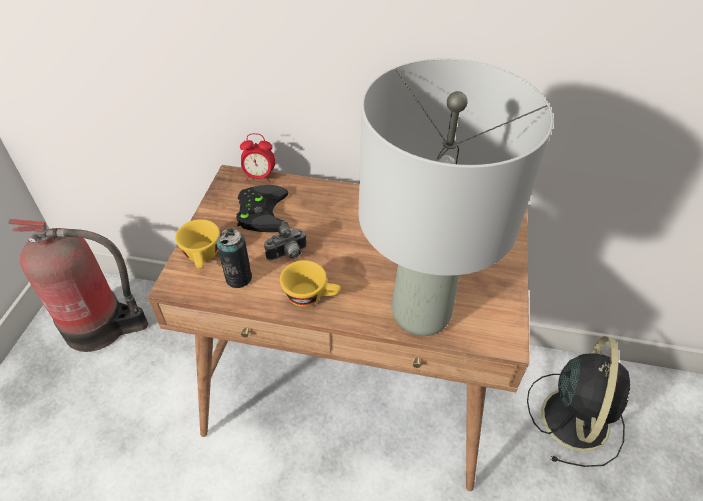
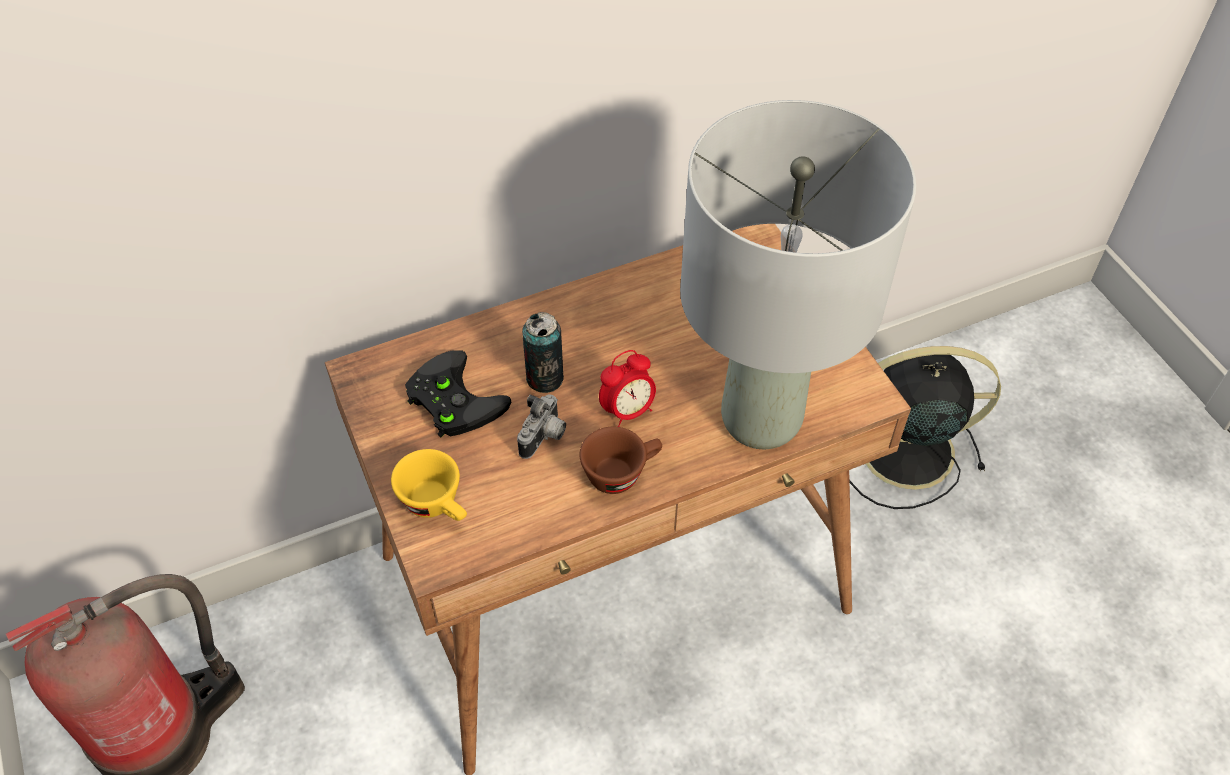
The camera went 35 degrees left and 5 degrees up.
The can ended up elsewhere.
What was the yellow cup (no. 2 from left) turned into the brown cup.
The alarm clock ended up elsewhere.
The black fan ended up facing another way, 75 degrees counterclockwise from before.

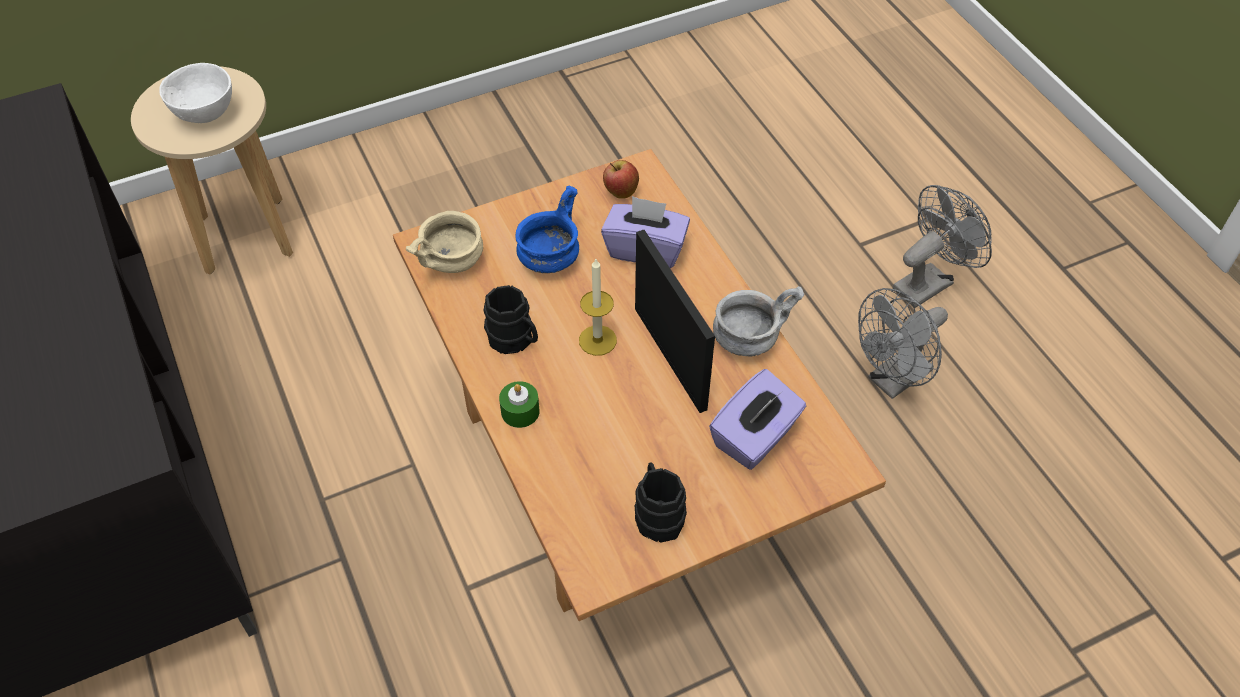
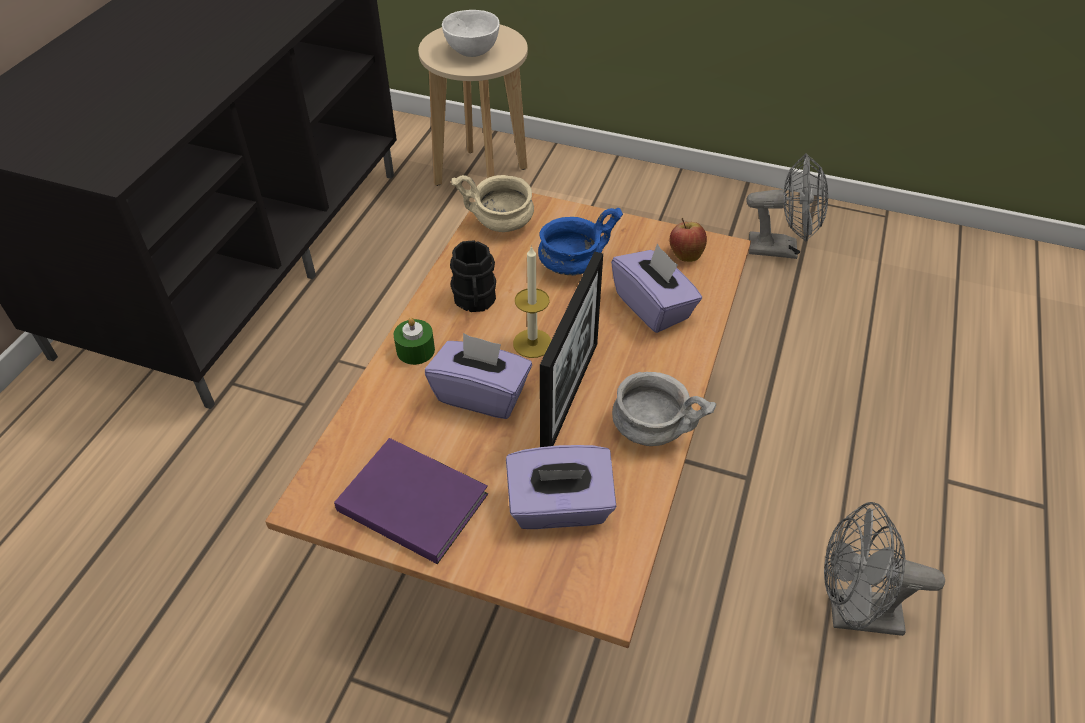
The camera went 45 degrees right and 5 degrees down.
Where the black mug (no. 2 from left) stood, the purple book came to stand.
The second view gained the purple tissue box (no. 1 from left).
The grey fan (no. 2 from left in the first image) ended up elsewhere.

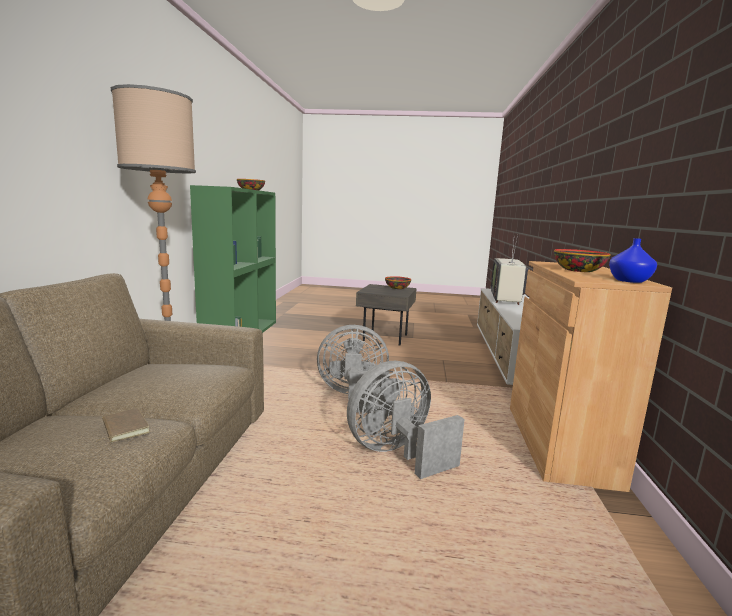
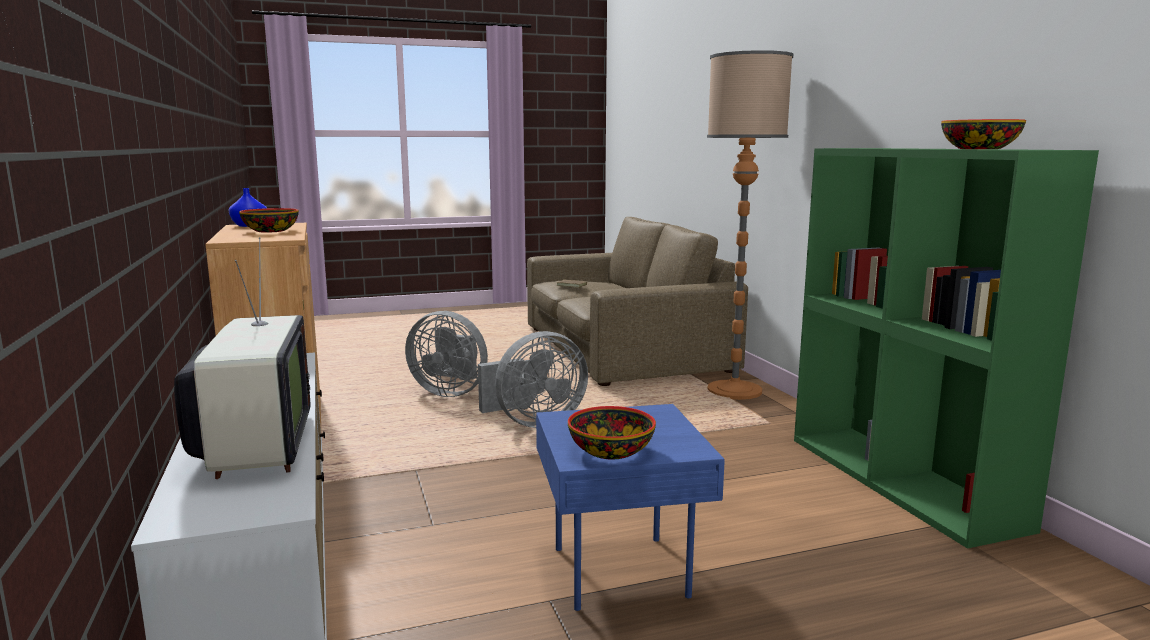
The camera went 155 degrees right and 0 degrees up.
The grey fan (no. 2 from left in the first image) ended up facing another way, 75 degrees clockwise from before.
What was the grey side table turned into the blue side table.

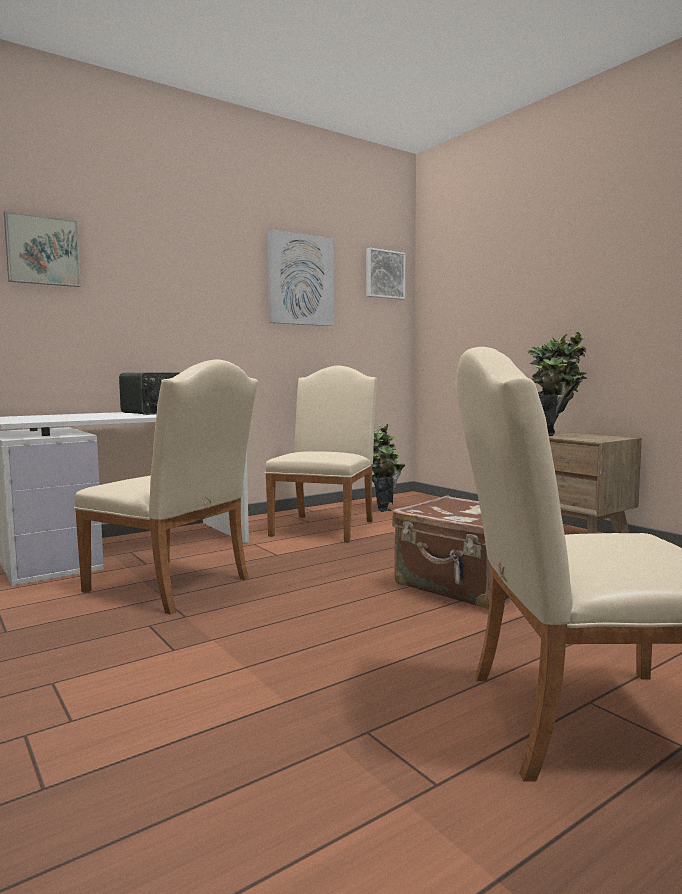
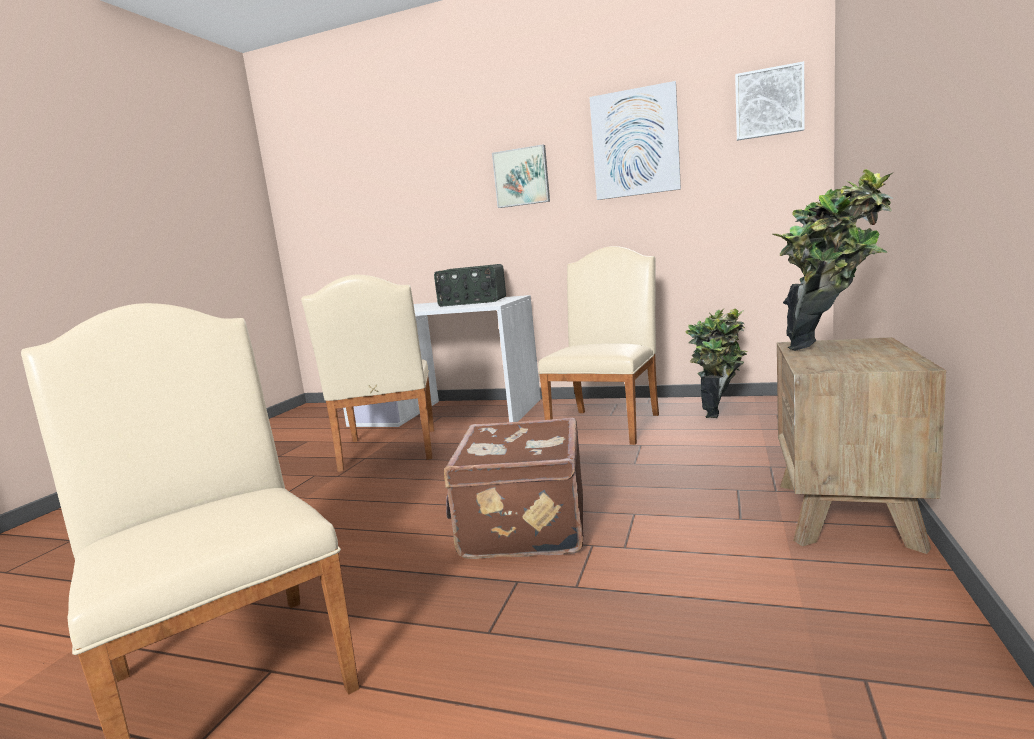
The camera went 55 degrees right and 5 degrees up.
The picture (no. 1 from left) ended up elsewhere.
The beige chair (no. 2 from left in the first image) ended up facing another way, 45 degrees counterclockwise from before.

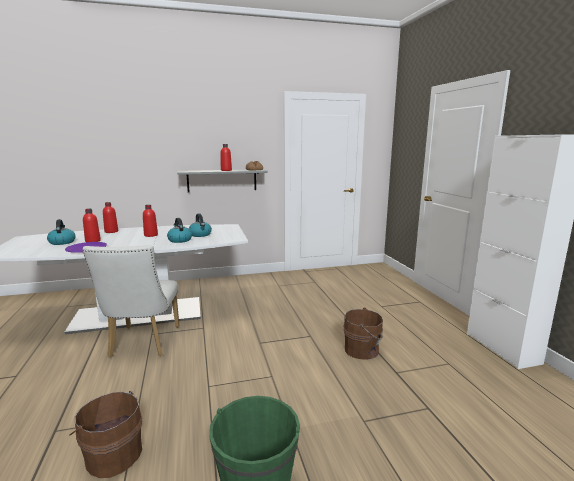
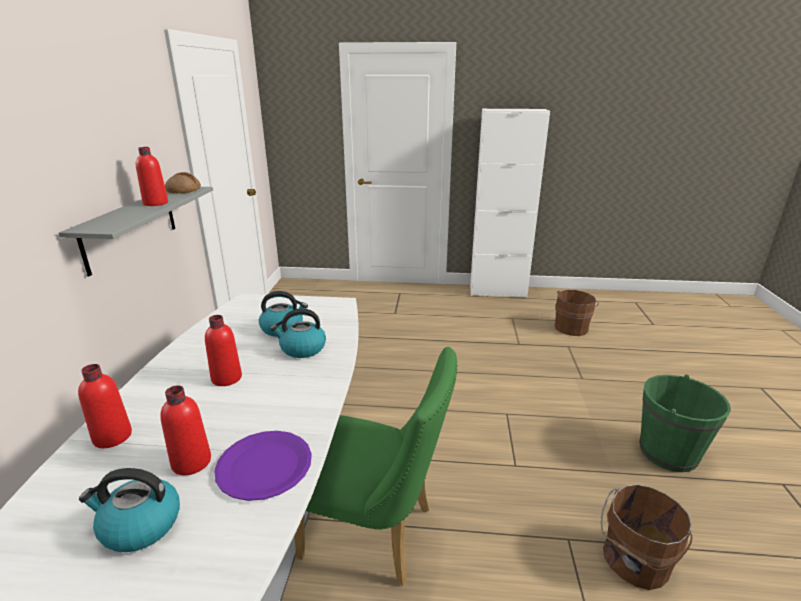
The camera went 70 degrees left and 10 degrees up.
What was the white chair turned into the green chair.
The brown bucket (no. 2 from left in the first image) ended up elsewhere.

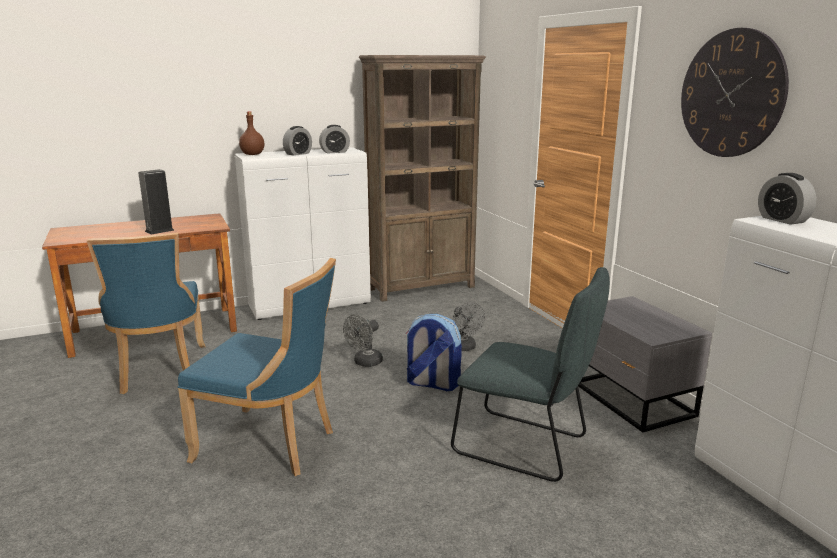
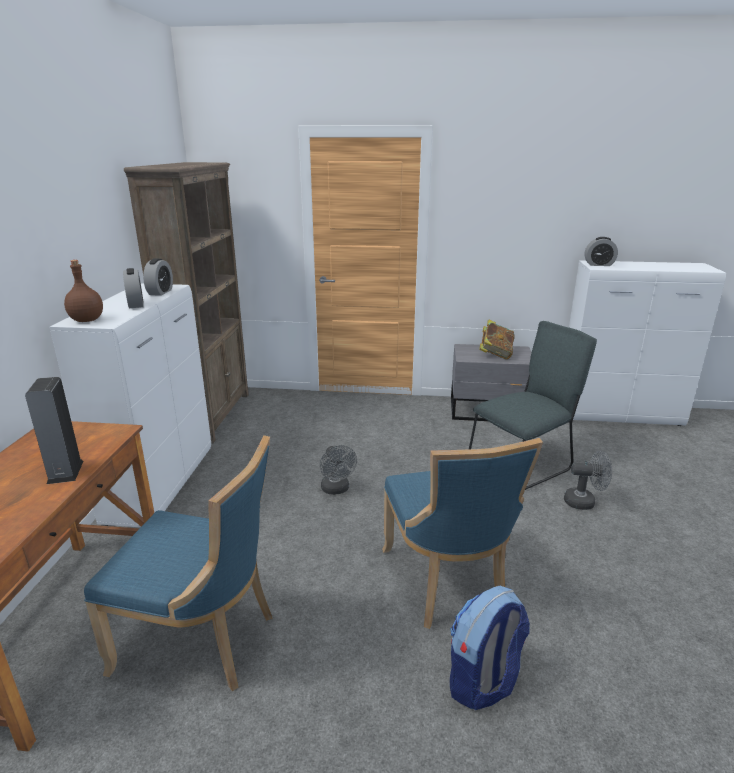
The camera went 60 degrees left and 5 degrees up.
The blue chair (no. 2 from left) ended up facing another way, 120 degrees clockwise from before.
The backpack ended up elsewhere.
The second view gained the book.
The grey fan (no. 2 from left) ended up elsewhere.
The second view lost the wall clock.

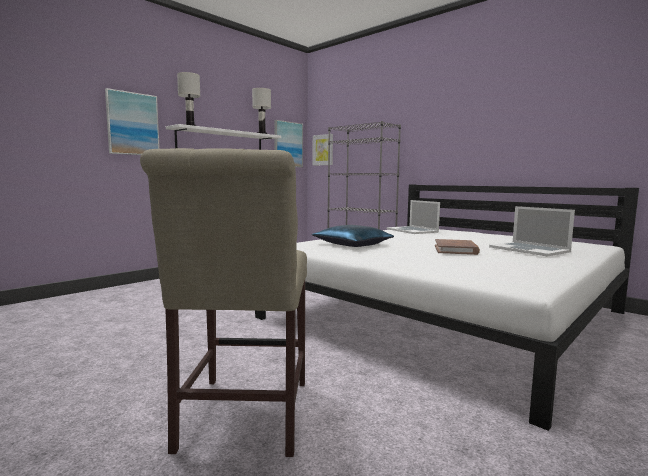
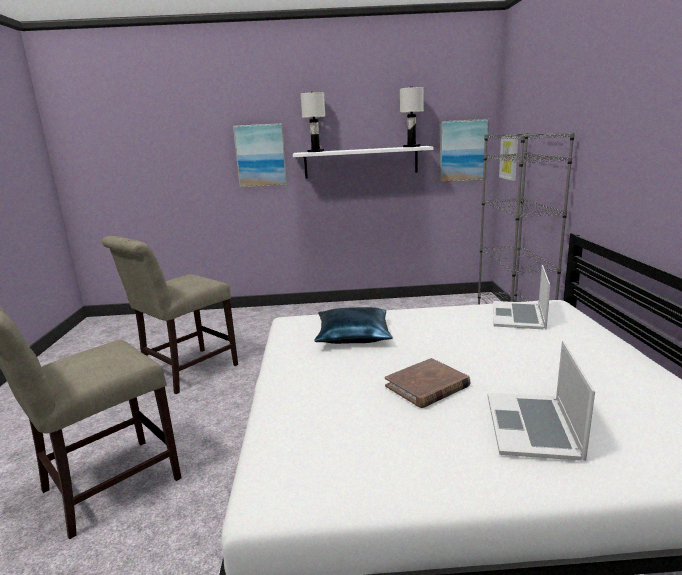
The camera went 45 degrees right and 10 degrees up.
The second view gained the beige chair (no. 2 from left).

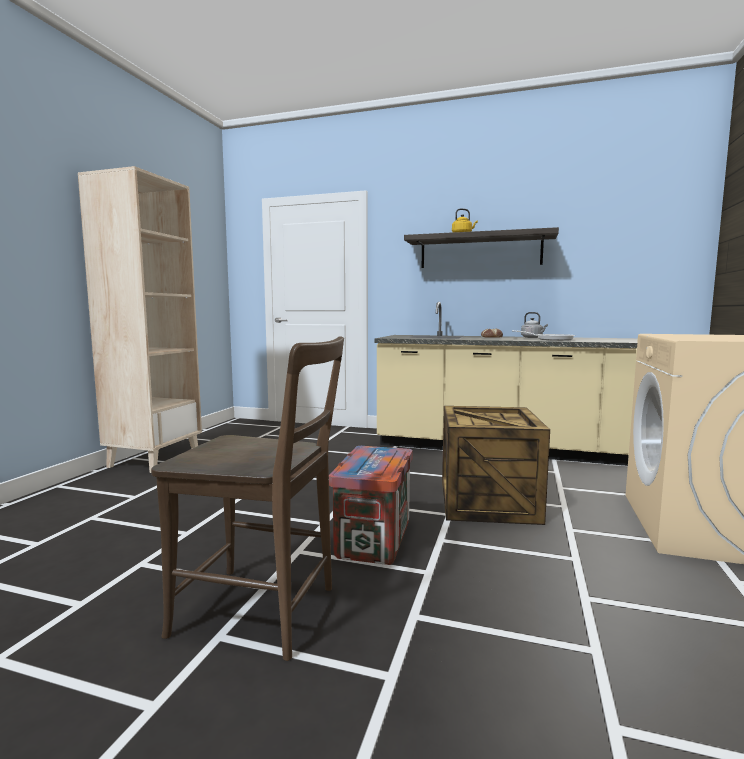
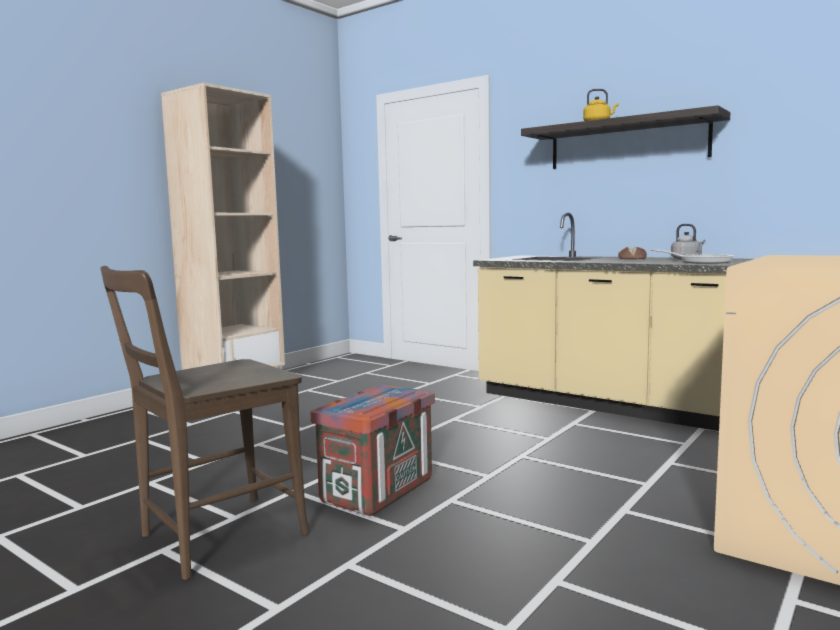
The camera went 20 degrees right and 0 degrees up.
The brown chair ended up facing another way, 105 degrees clockwise from before.
The second view lost the crate (no. 2 from left).

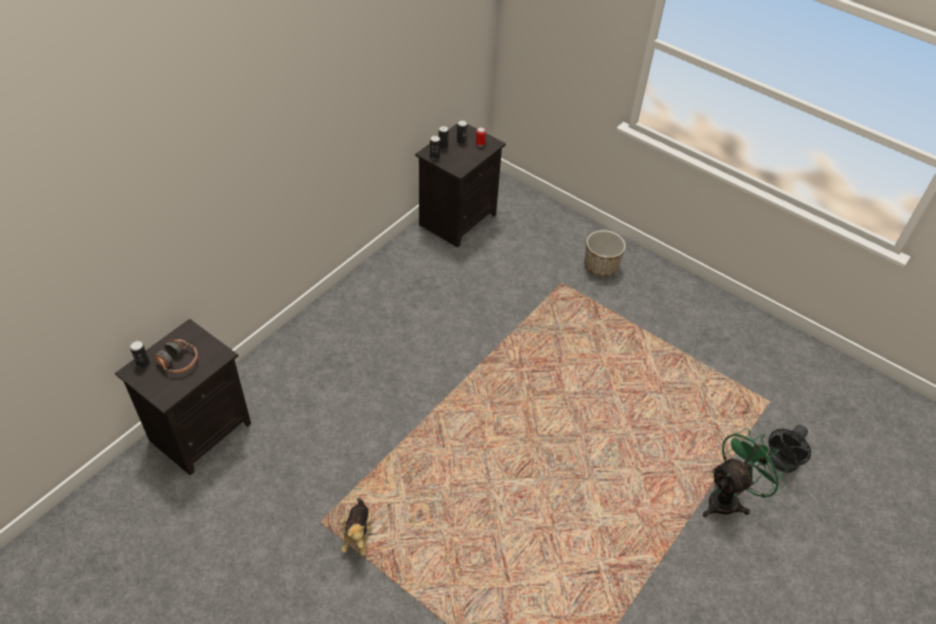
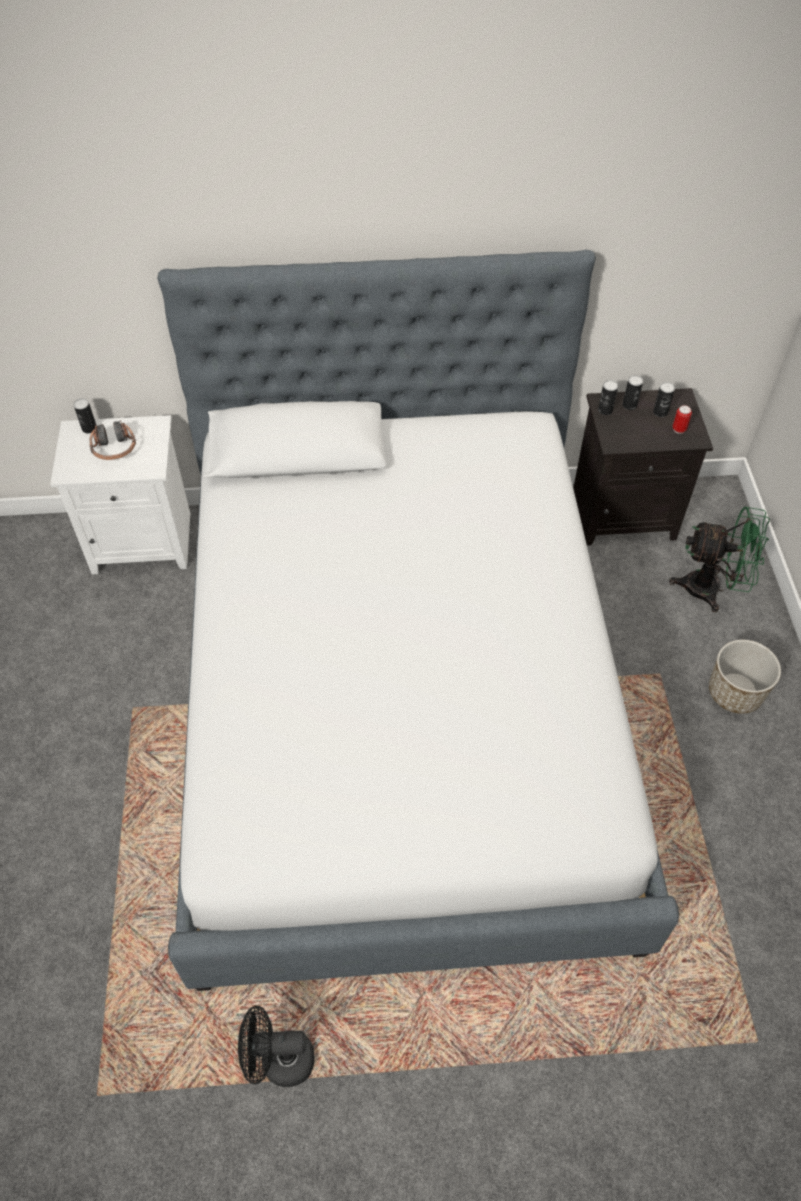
The camera went 50 degrees right and 5 degrees up.
What was the black nightstand (no. 1 from left) turned into the white nightstand.
The second view gained the bed.
The black fan ended up elsewhere.
The green fan ended up elsewhere.
The second view lost the plush toy.

